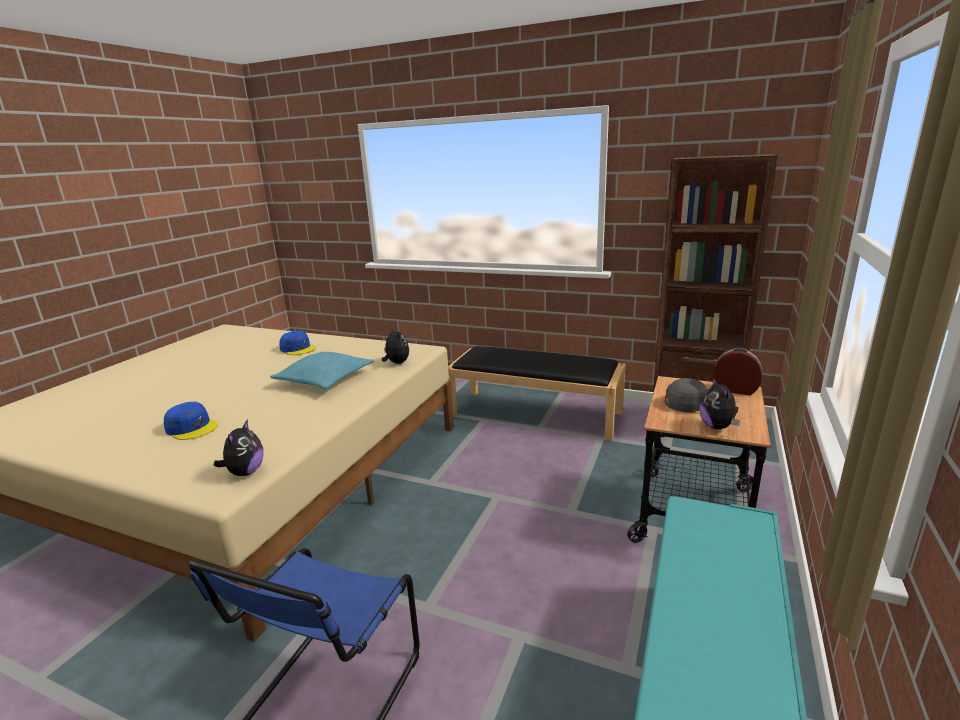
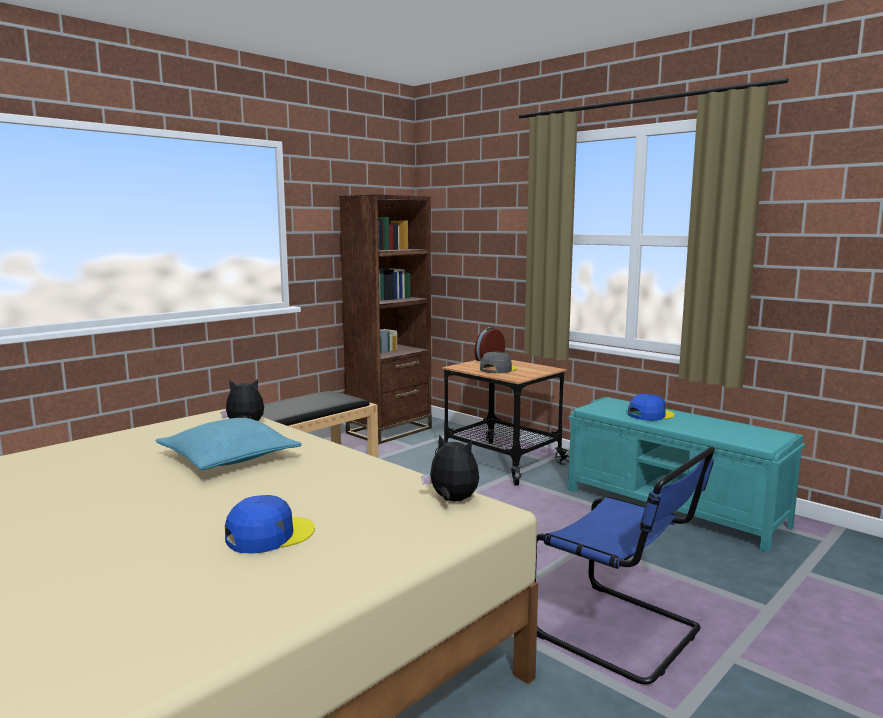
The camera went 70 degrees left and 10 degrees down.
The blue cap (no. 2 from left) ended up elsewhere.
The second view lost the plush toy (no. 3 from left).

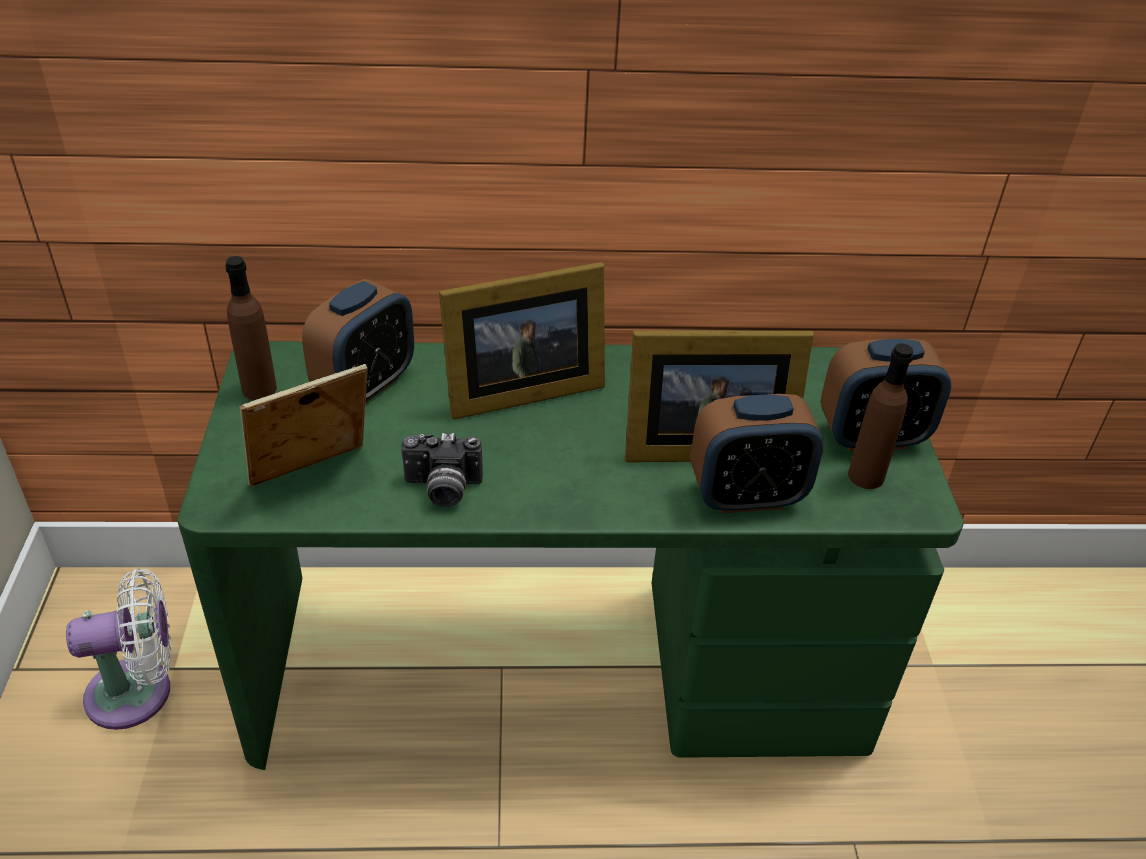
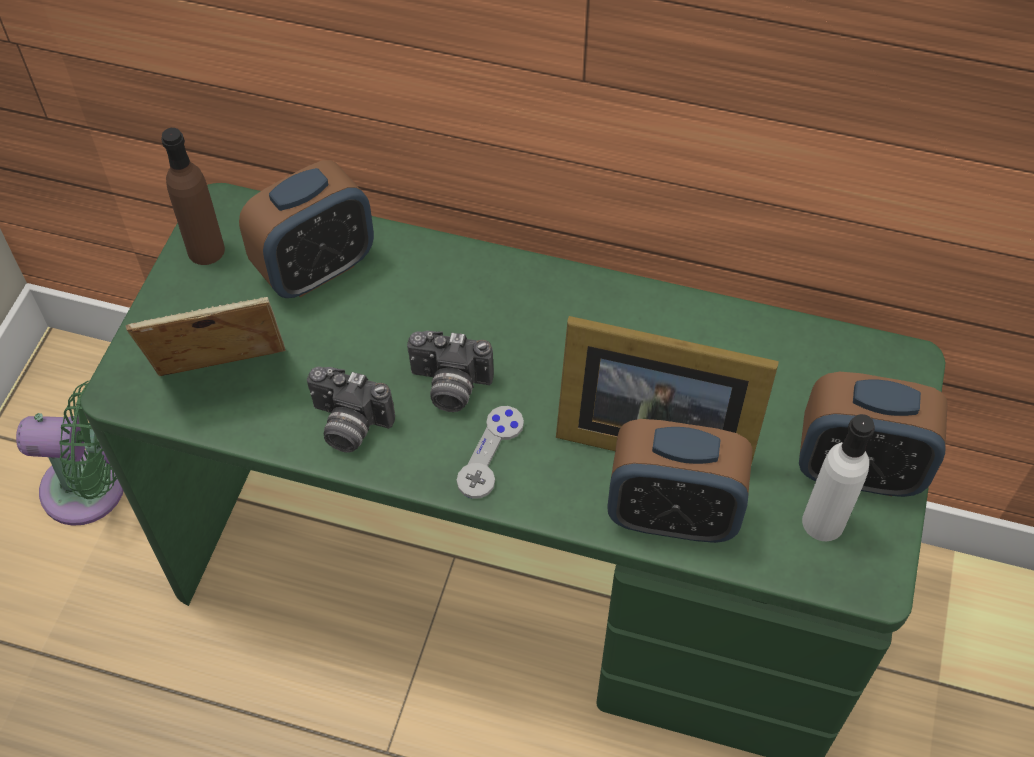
The camera went 20 degrees right and 15 degrees up.
What was the white fan turned into the green fan.
The second view gained the photo camera (no. 2 from left).
The second view gained the grey game controller.
What was the brown bottle (no. 2 from left) turned into the white bottle.
The second view lost the picture frame (no. 2 from left).

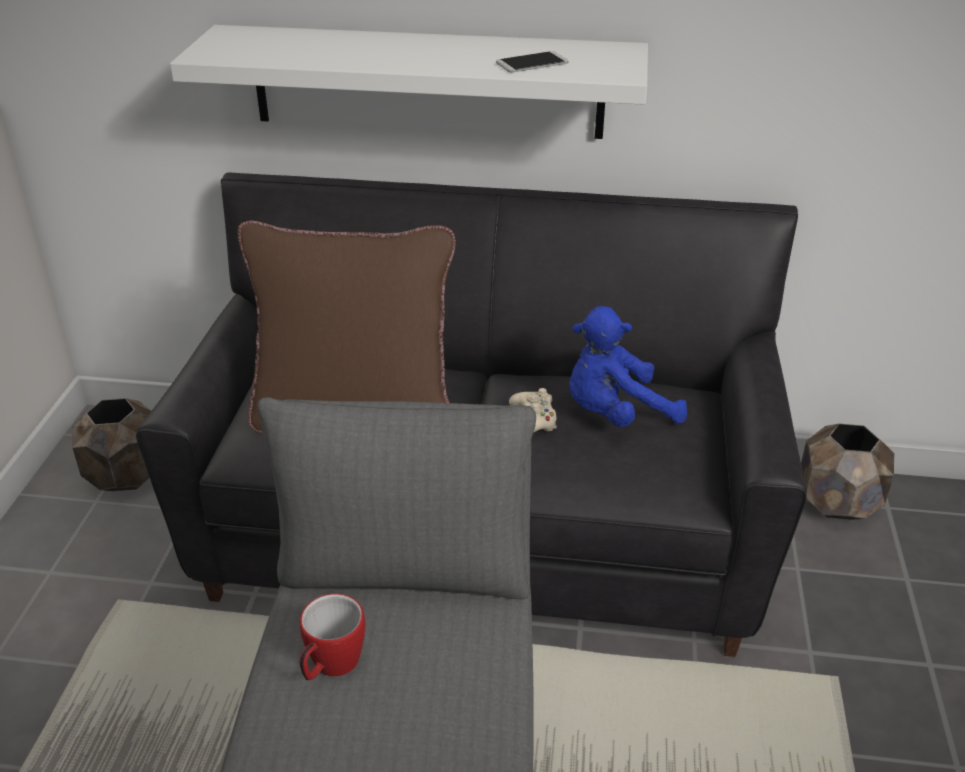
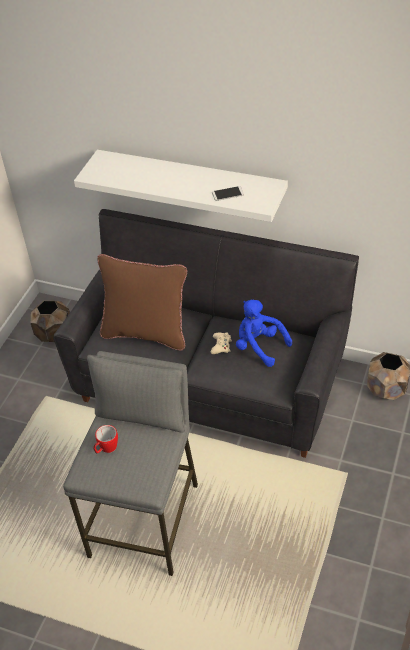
The camera went 15 degrees right and 10 degrees up.
The blue plush toy ended up facing another way, 45 degrees clockwise from before.

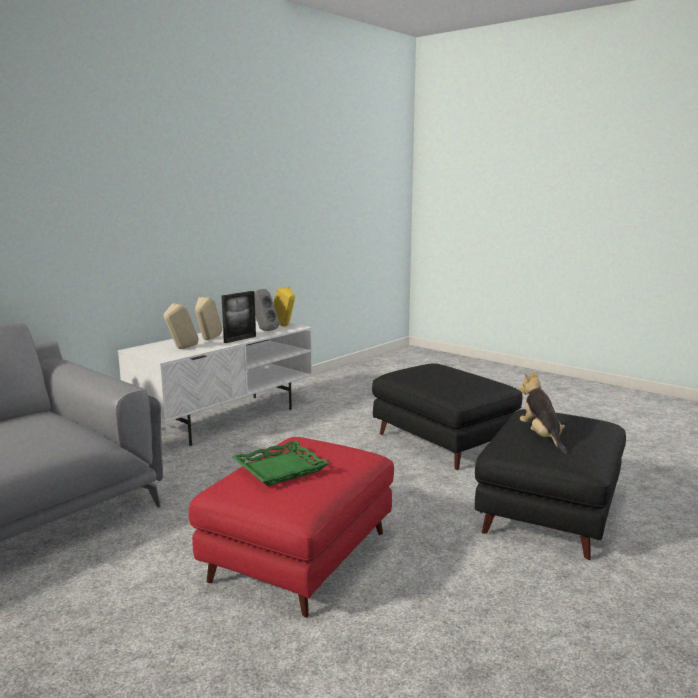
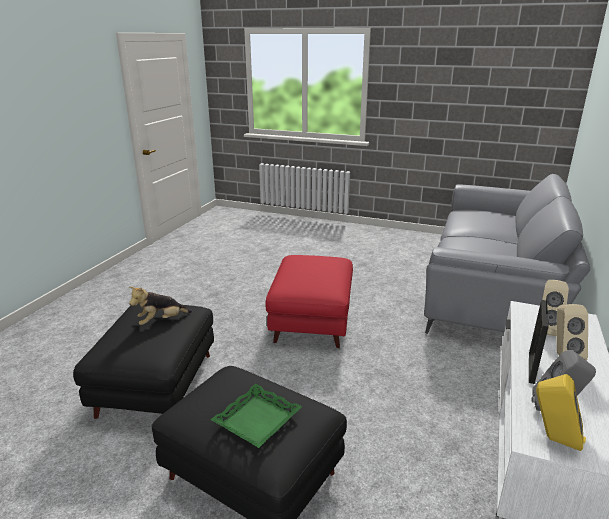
The camera went 160 degrees right and 10 degrees up.
The plush toy ended up facing another way, 90 degrees clockwise from before.
The green tray ended up elsewhere.

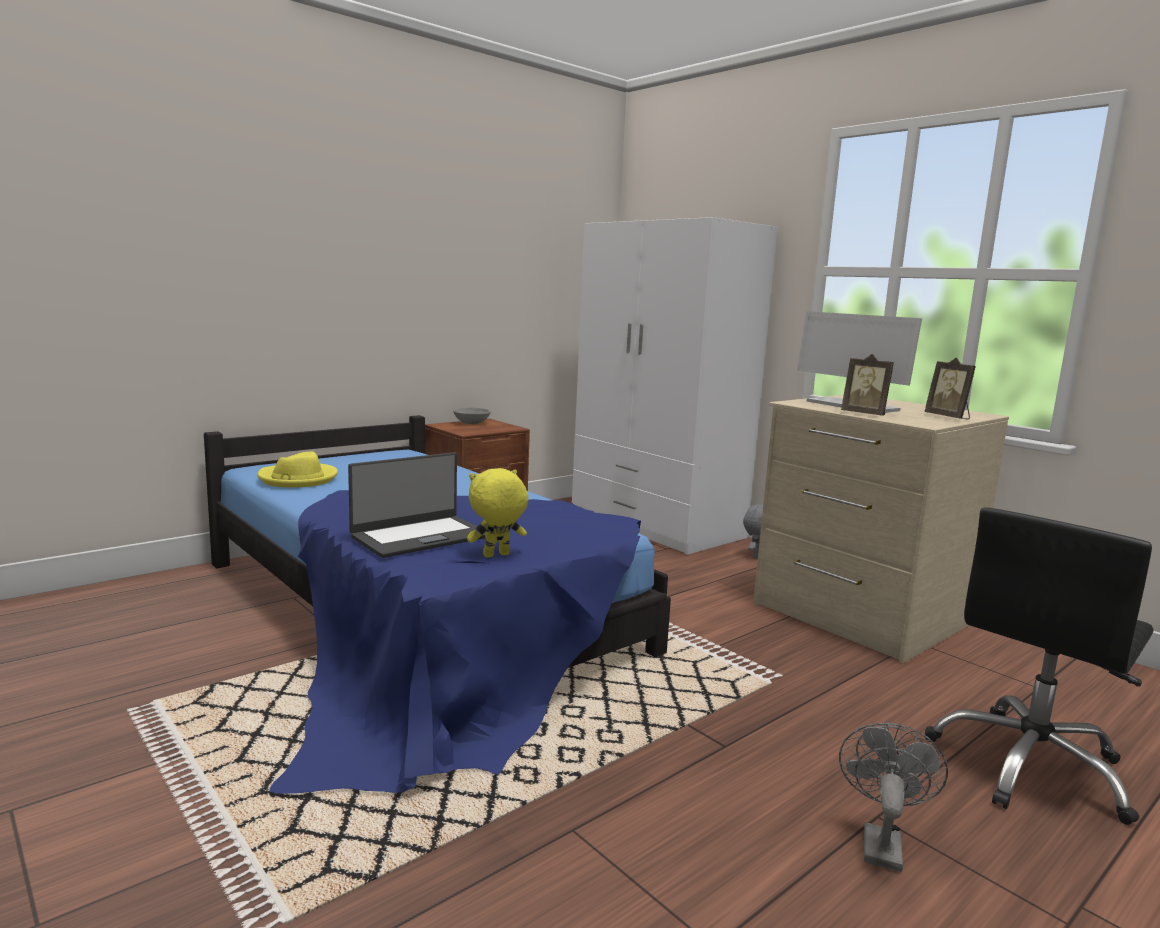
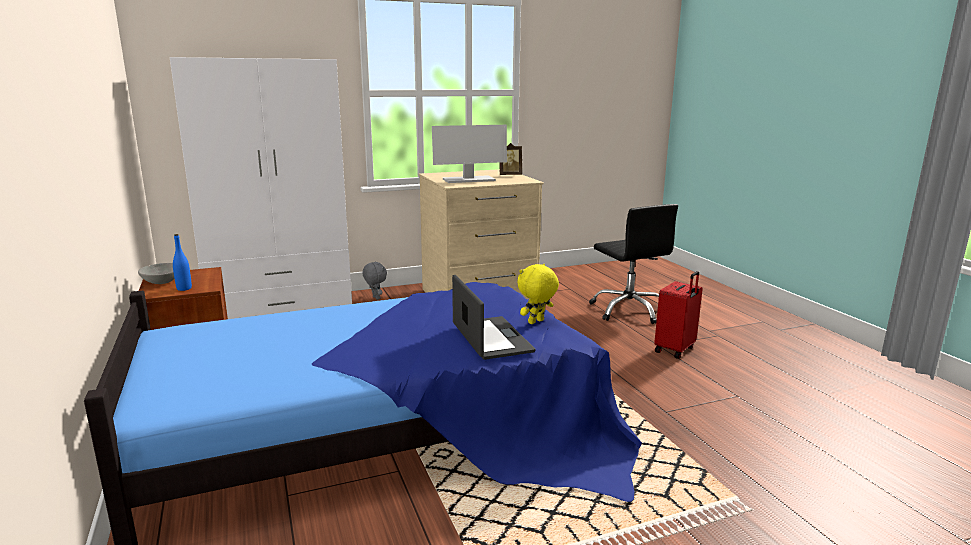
The camera went 70 degrees left and 5 degrees up.
The second view gained the blue bottle.
The yellow plush toy ended up facing another way, 60 degrees clockwise from before.
Where the grey fan stood, the red suitcase came to stand.
The second view lost the yellow hat.
The second view lost the picture frame (no. 1 from left).

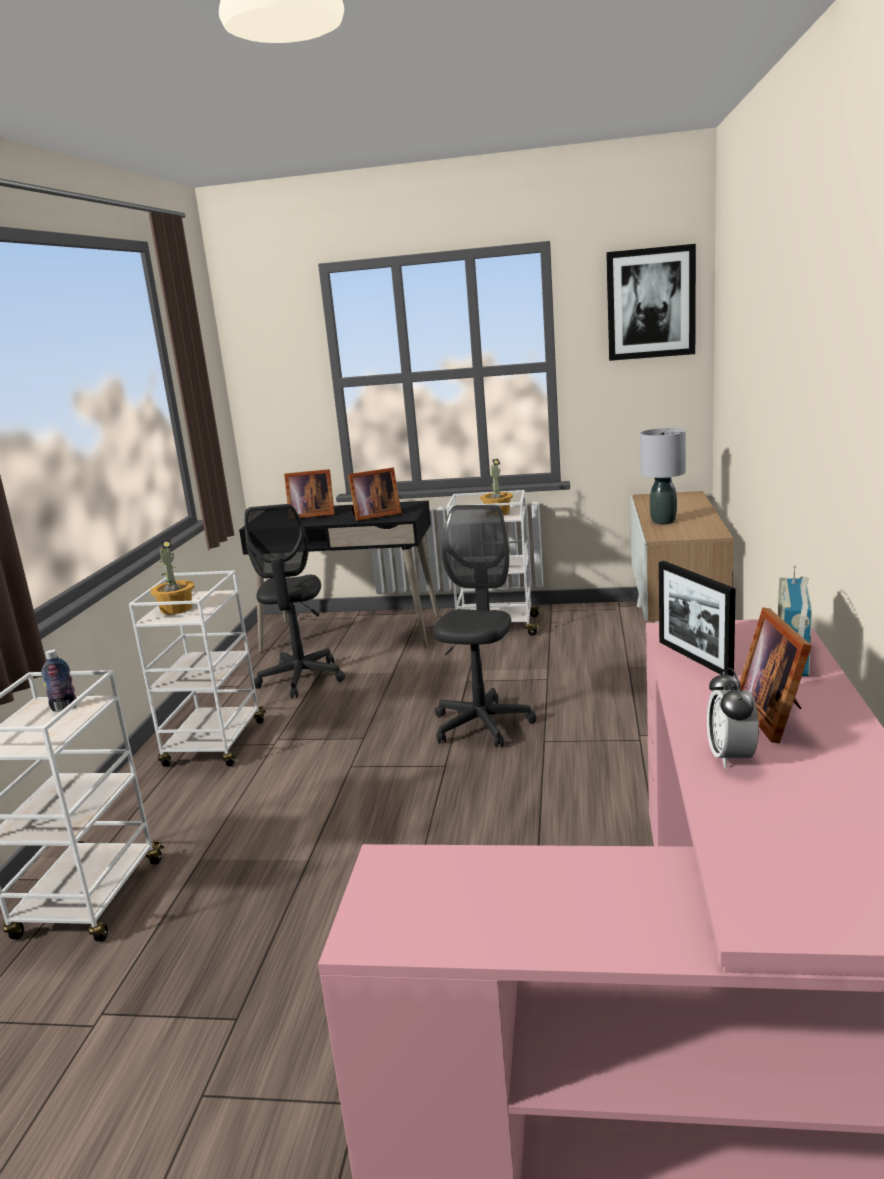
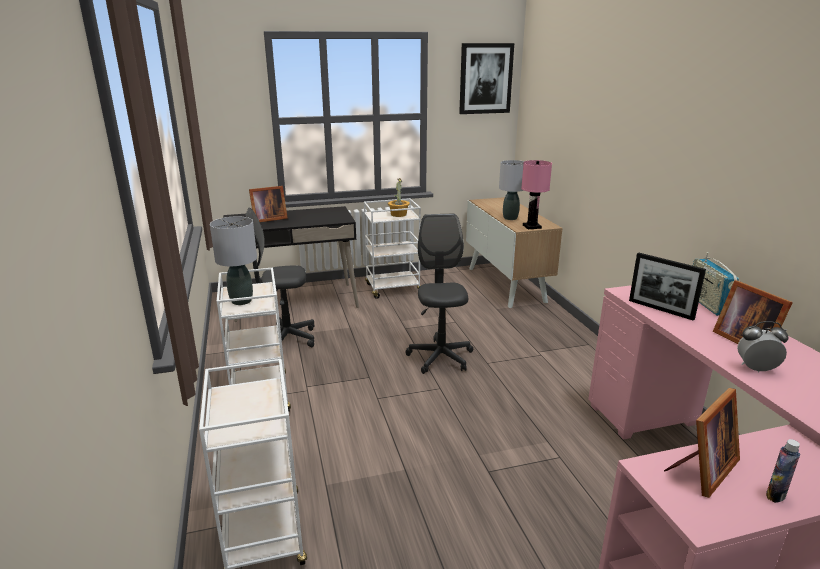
The camera went 25 degrees left and 5 degrees up.
Where the potted plant (no. 1 from left) stood, the grey table lamp (no. 1 from left) came to stand.
The grey office chair (no. 1 from left) ended up facing another way, 105 degrees clockwise from before.
The second view gained the pink table lamp.
The picture frame (no. 2 from left in the first image) ended up elsewhere.
The alarm clock ended up facing another way, 120 degrees clockwise from before.
The bottle ended up elsewhere.

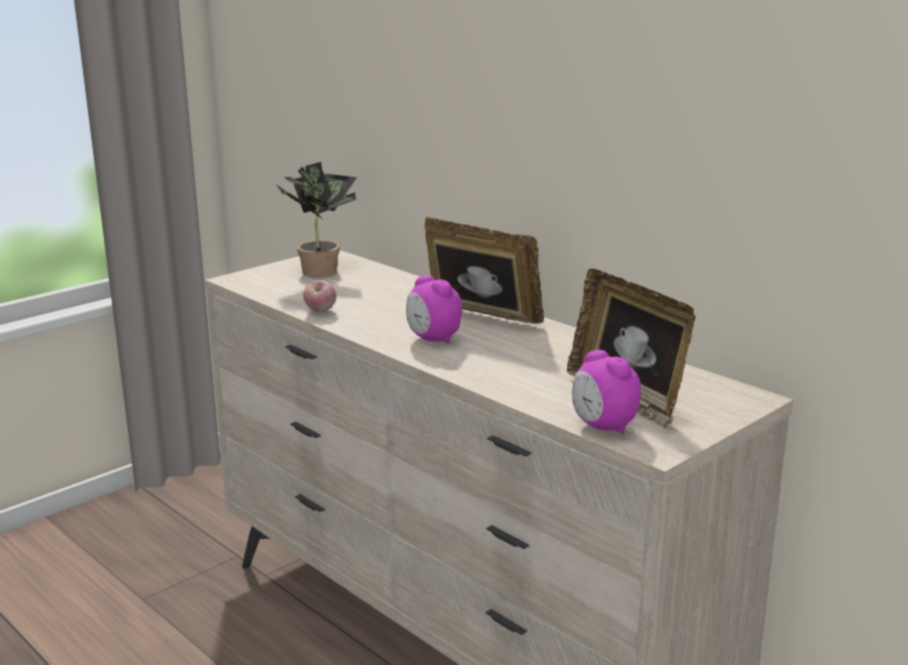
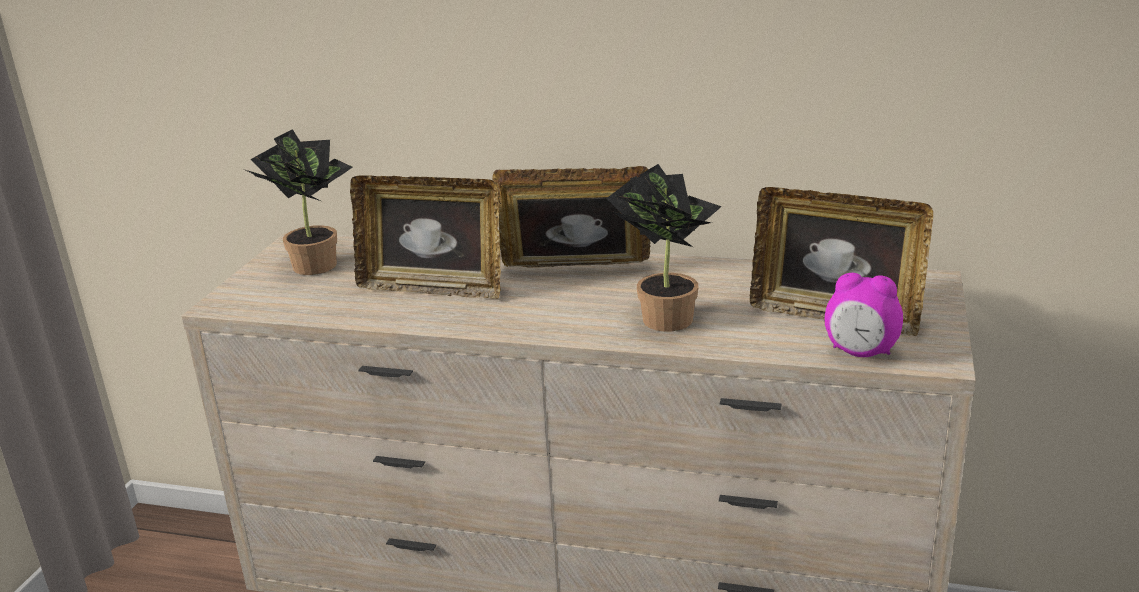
The camera went 30 degrees left and 5 degrees up.
The second view gained the picture frame (no. 1 from left).
The second view gained the potted plant (no. 2 from left).
The second view lost the apple.
The second view lost the alarm clock (no. 1 from left).

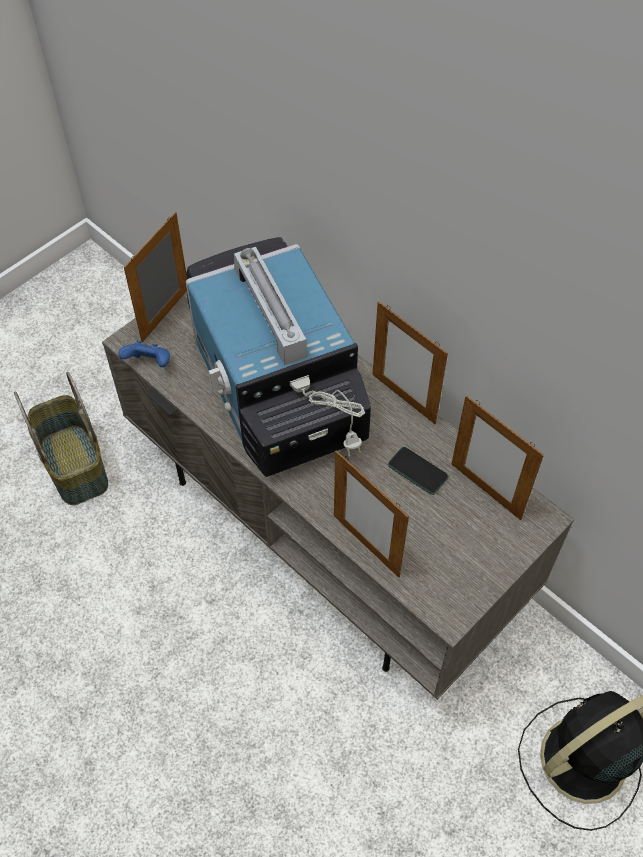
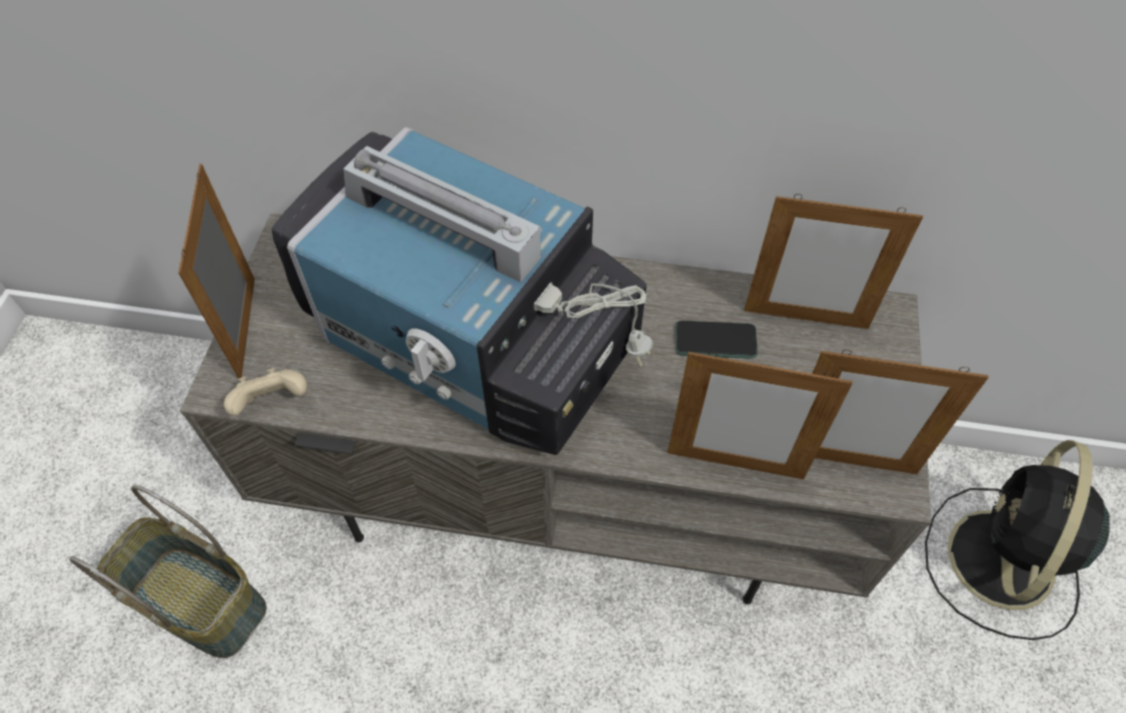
The camera went 35 degrees left and 0 degrees up.
What was the blue game controller turned into the beige game controller.
The picture frame (no. 3 from left in the first image) ended up elsewhere.

